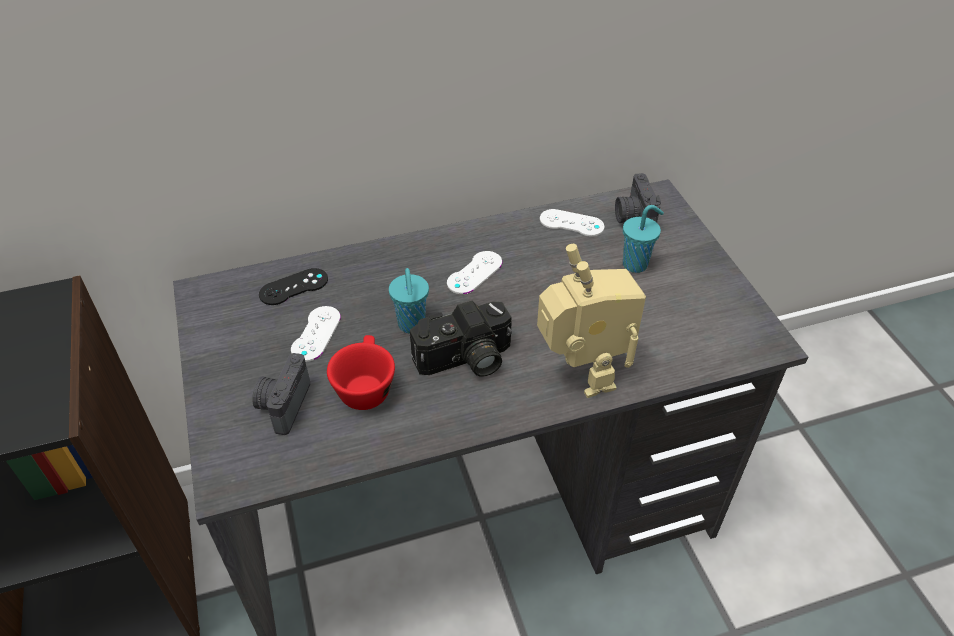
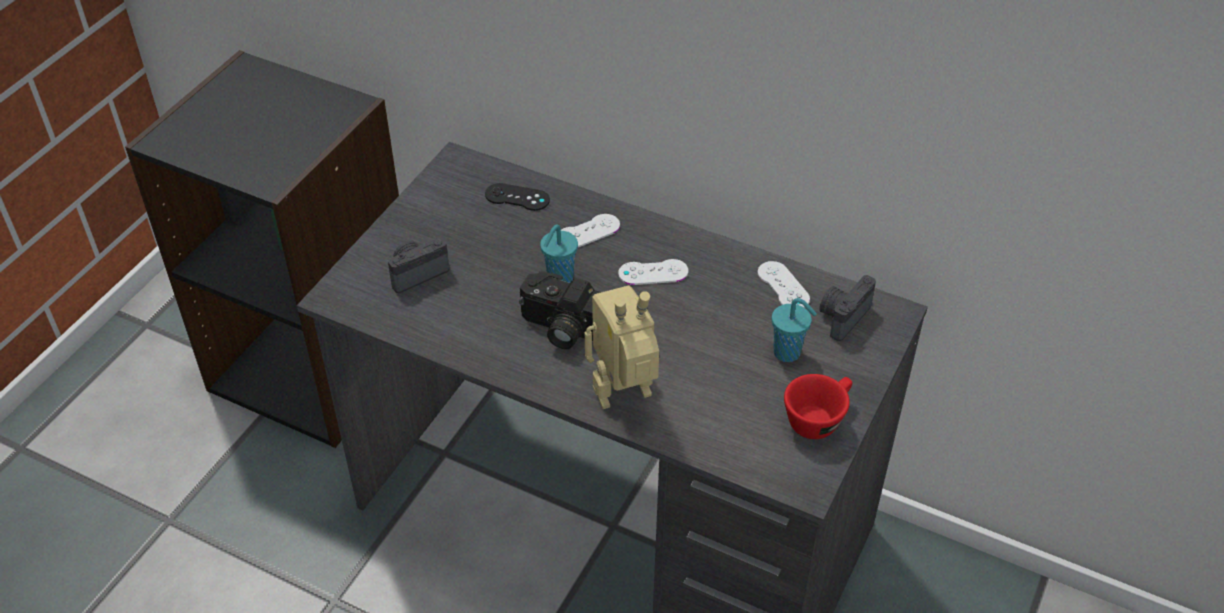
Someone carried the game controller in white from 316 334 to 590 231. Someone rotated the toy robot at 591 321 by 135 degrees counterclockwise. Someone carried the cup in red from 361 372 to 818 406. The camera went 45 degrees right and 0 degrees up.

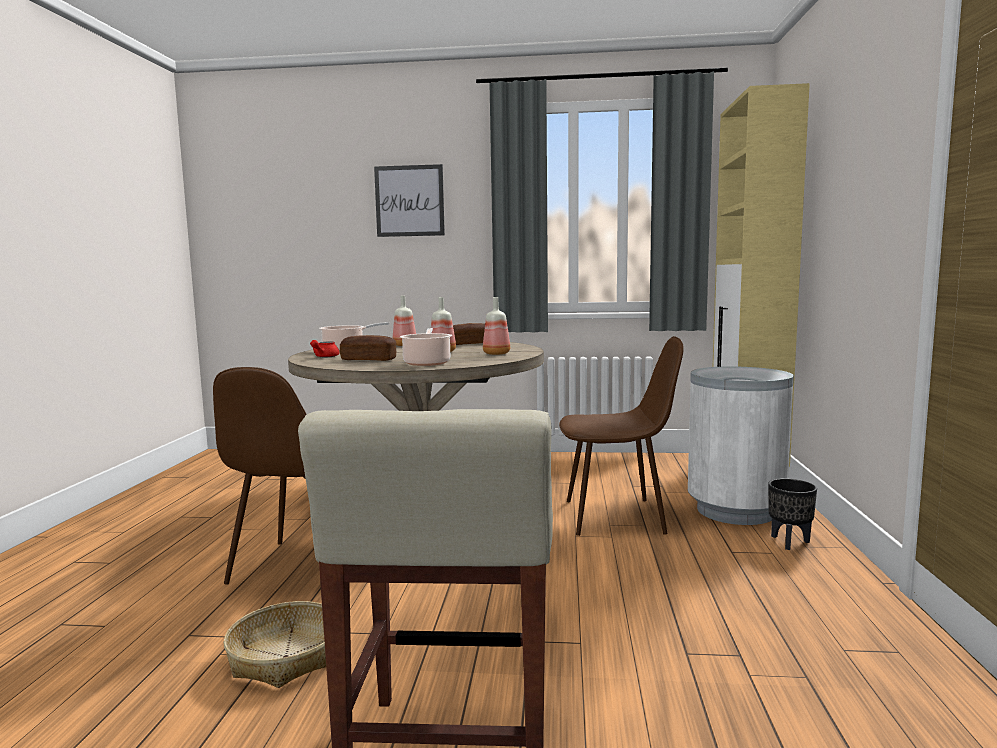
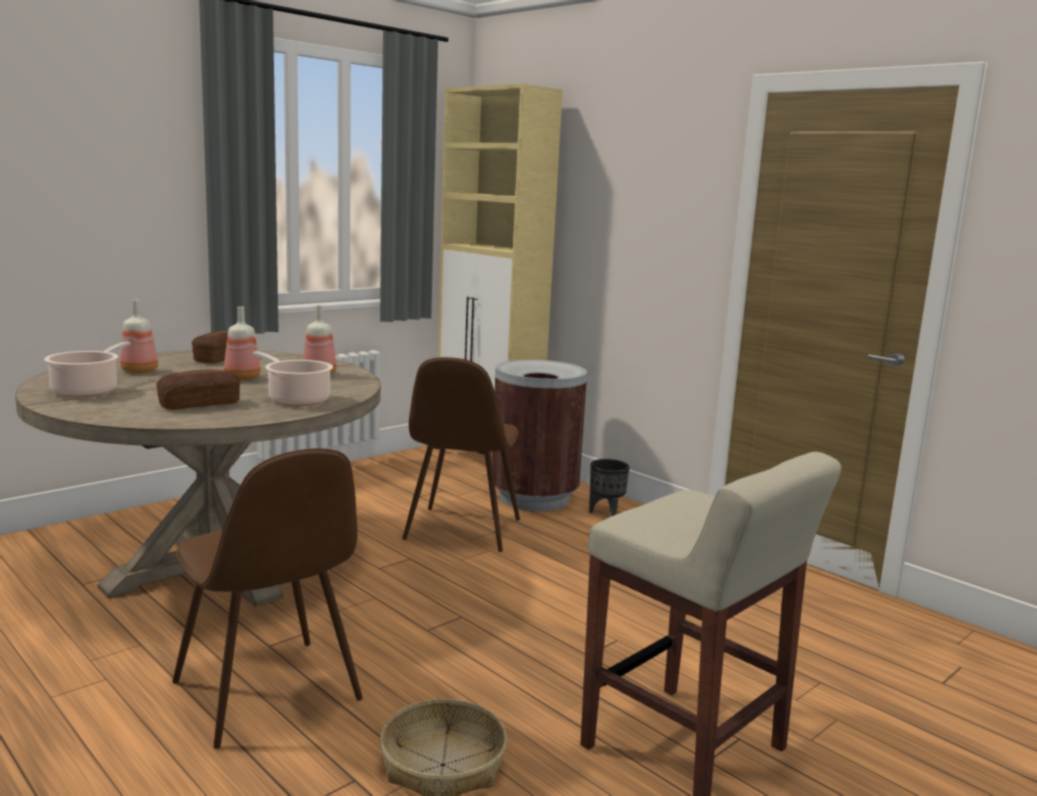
Someone rotated the chair in brown at 621 436 by 150 degrees clockwise. Someone repainted the trash can in white at 741 445, which became the trash can in brown at 539 435. Someone took away the teapot in red at 325 348. Someone took away the picture at 409 200. The camera went 50 degrees left and 5 degrees up.

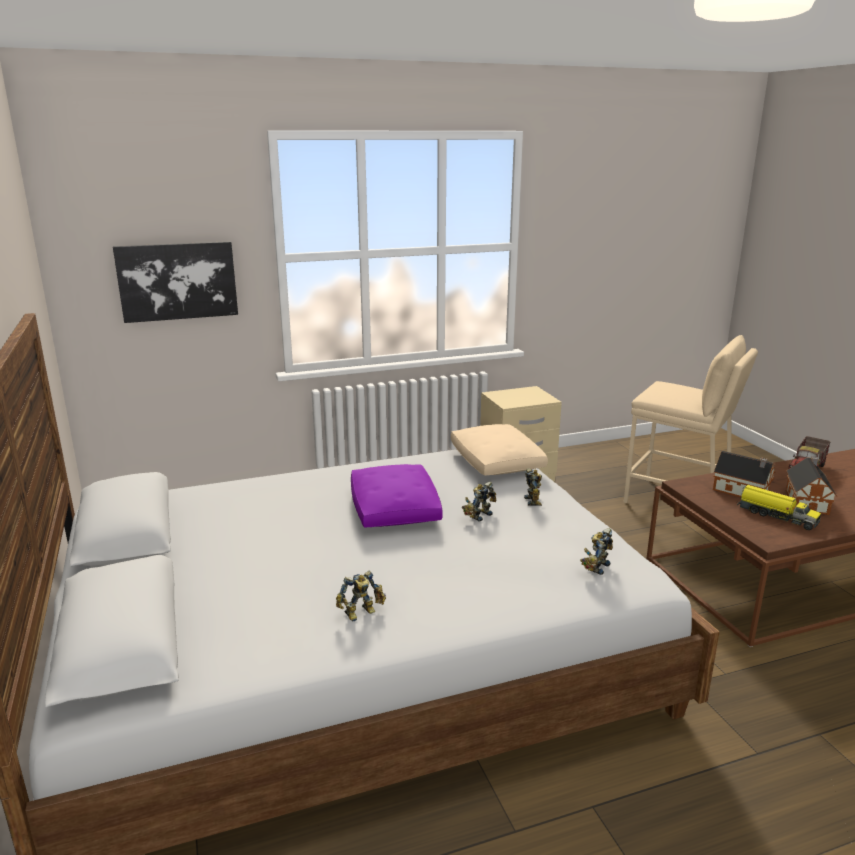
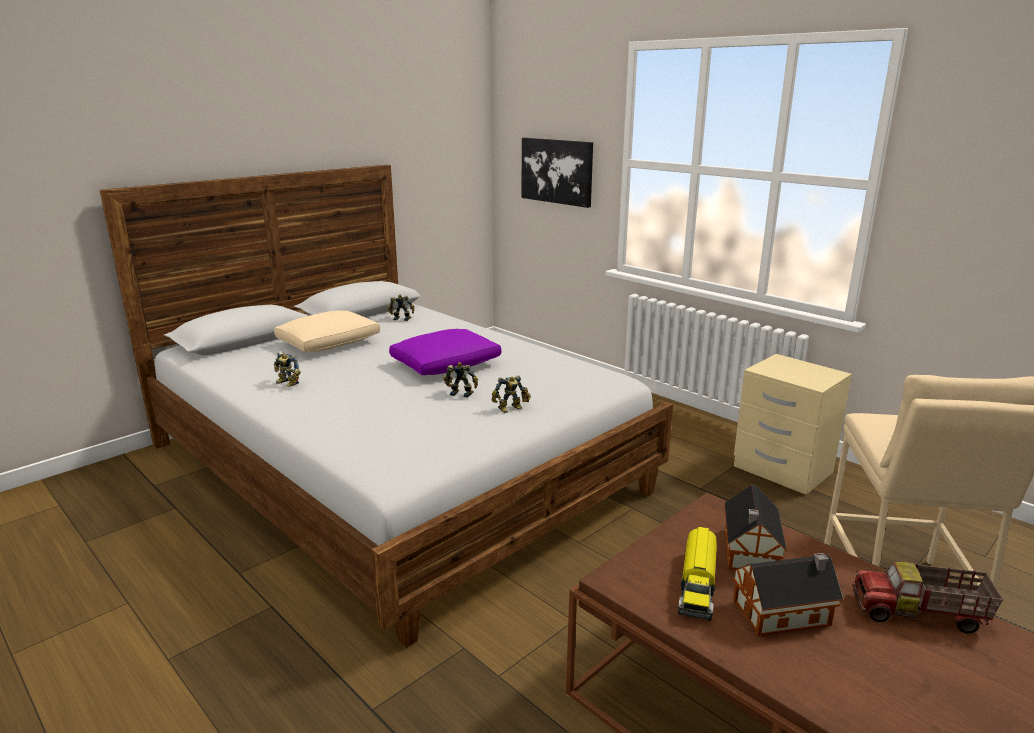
Someone carried the pillow in beige from 499 450 to 327 331. Someone carried the toy robot from 596 551 to 401 307. The camera went 65 degrees right and 0 degrees up.

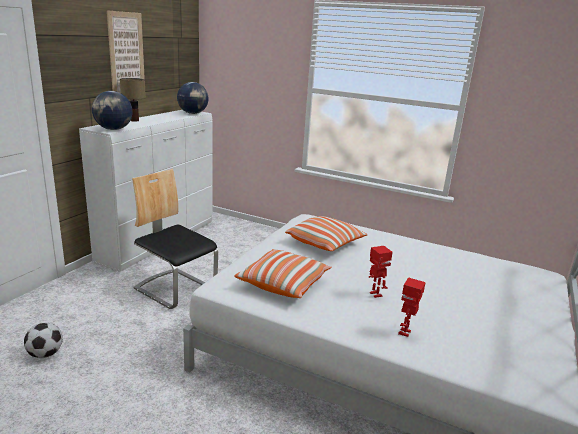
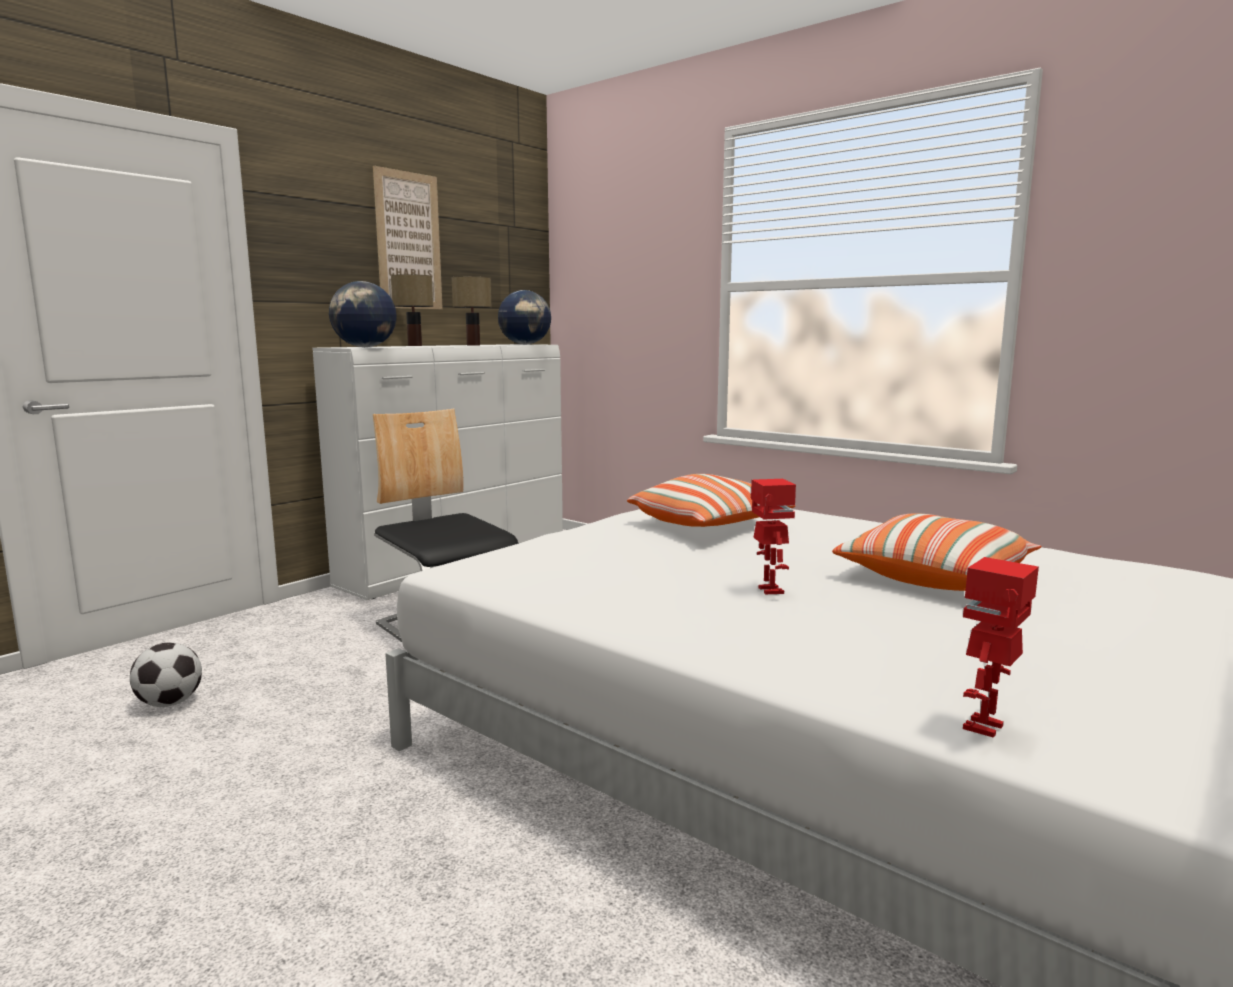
Someone put down the table lamp at 471 311. Someone carried the pillow from 282 273 to 936 552. Someone carried the toy robot from 412 307 to 1001 647. The camera went 15 degrees right and 10 degrees down.

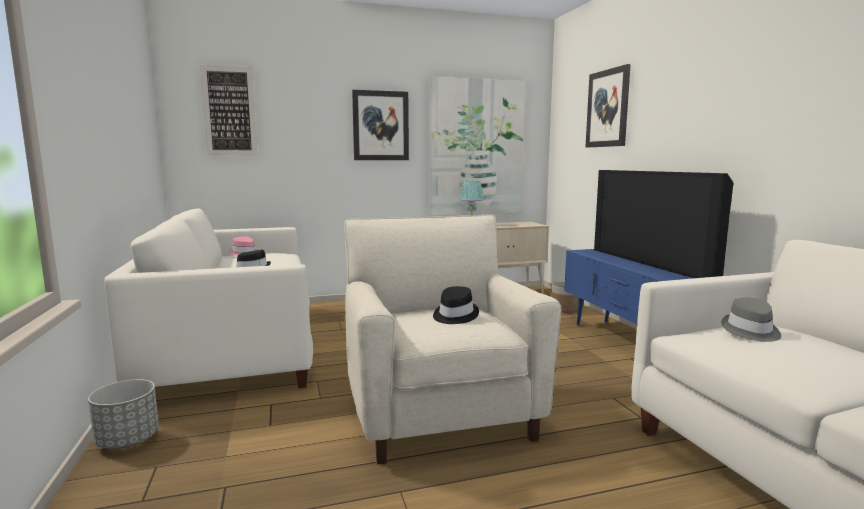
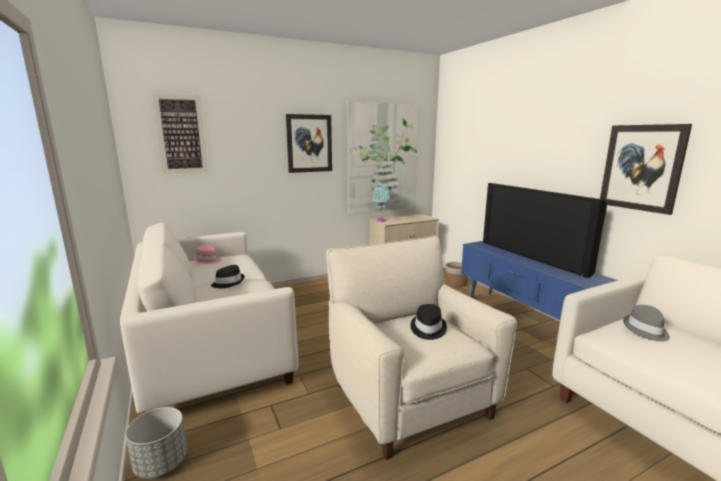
Someone carried the picture from 608 106 to 646 169. The camera went 10 degrees left and 5 degrees up.

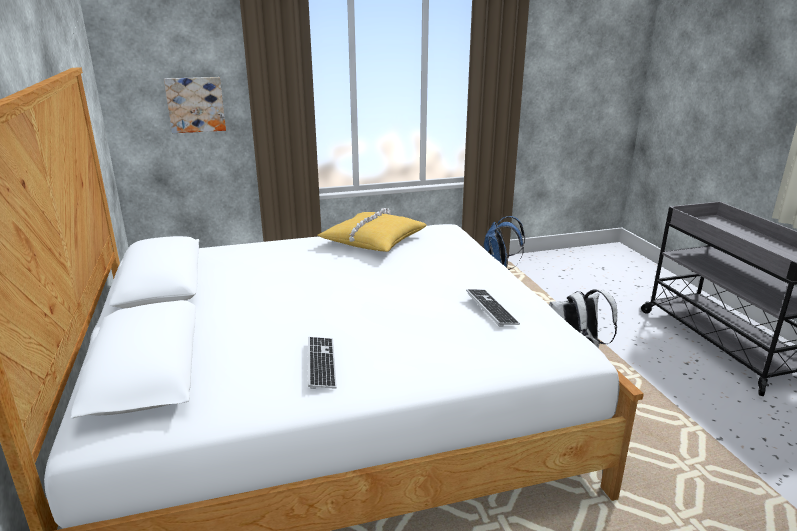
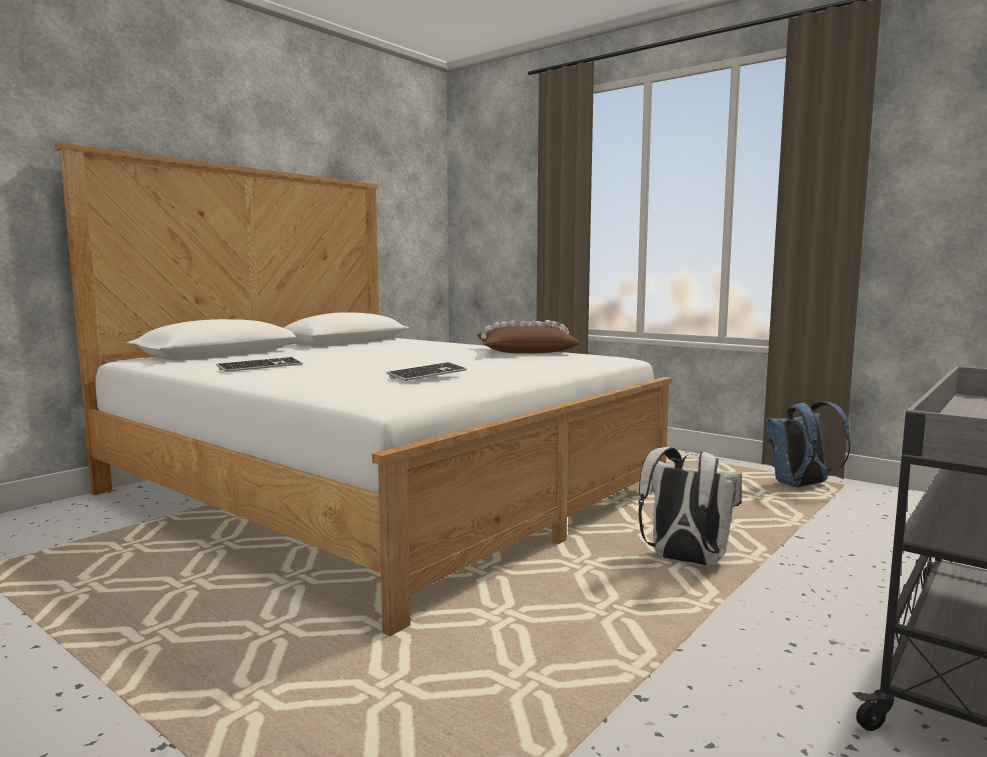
Someone repainted the pillow in yellow at 372 230, which became the pillow in brown at 528 336. Someone took away the picture at 195 105. The camera went 55 degrees right and 15 degrees down.

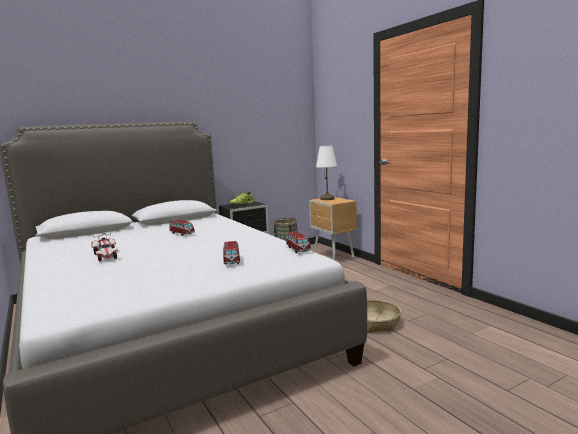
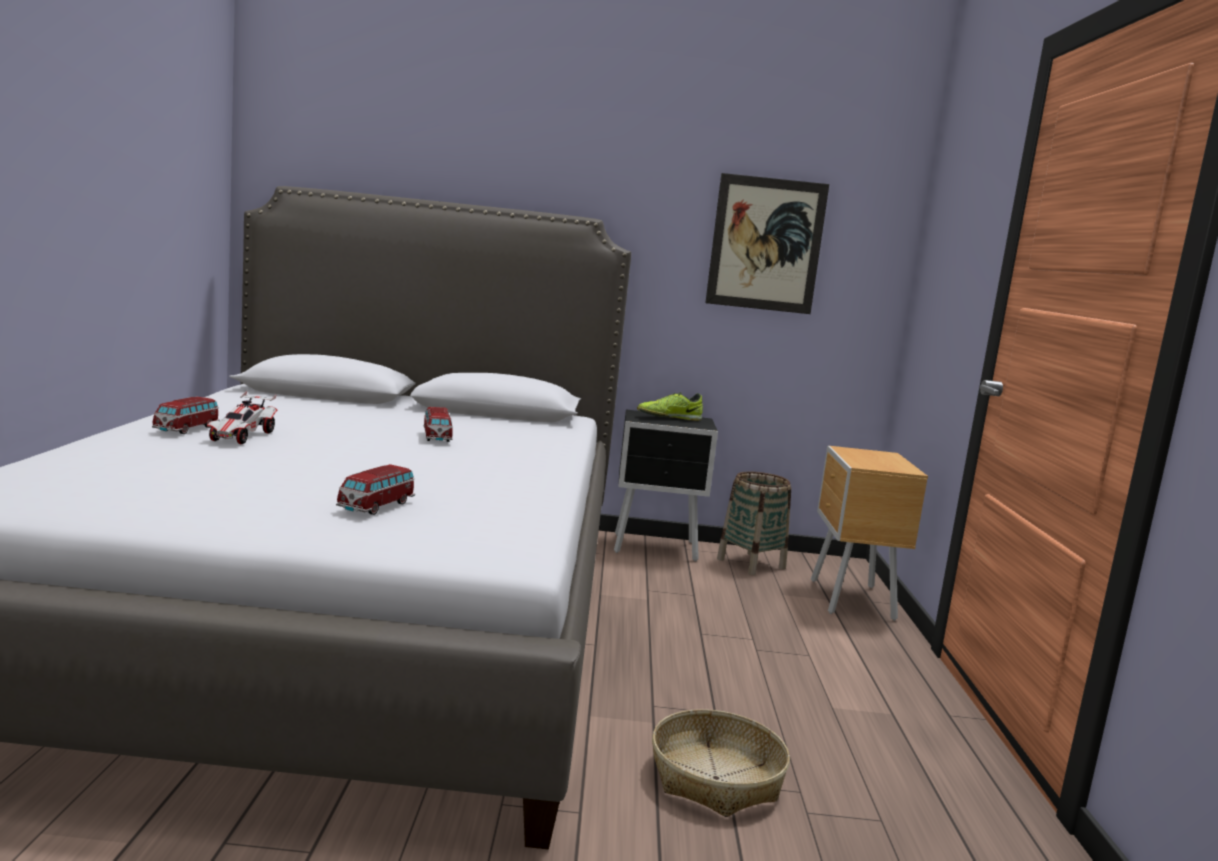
Someone carried the toy car from 298 242 to 186 415. Someone put up the picture at 767 243. Someone took away the table lamp in white at 326 173. The camera went 30 degrees right and 0 degrees up.

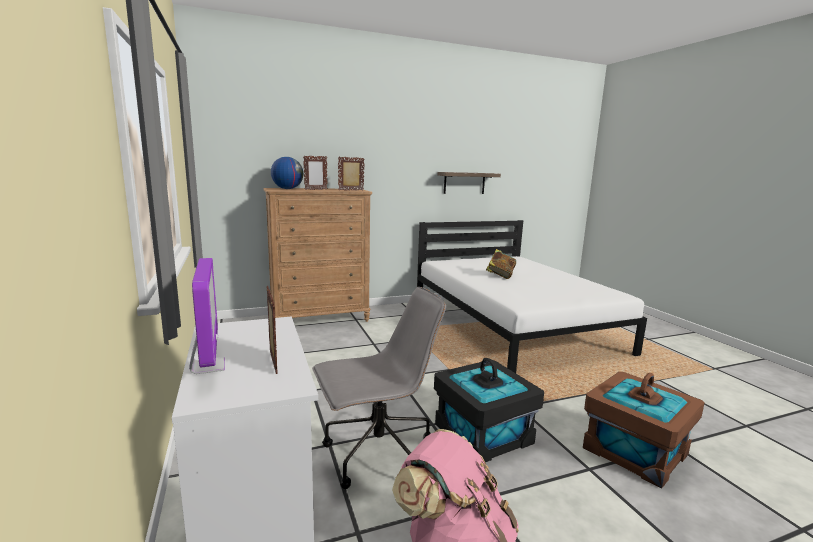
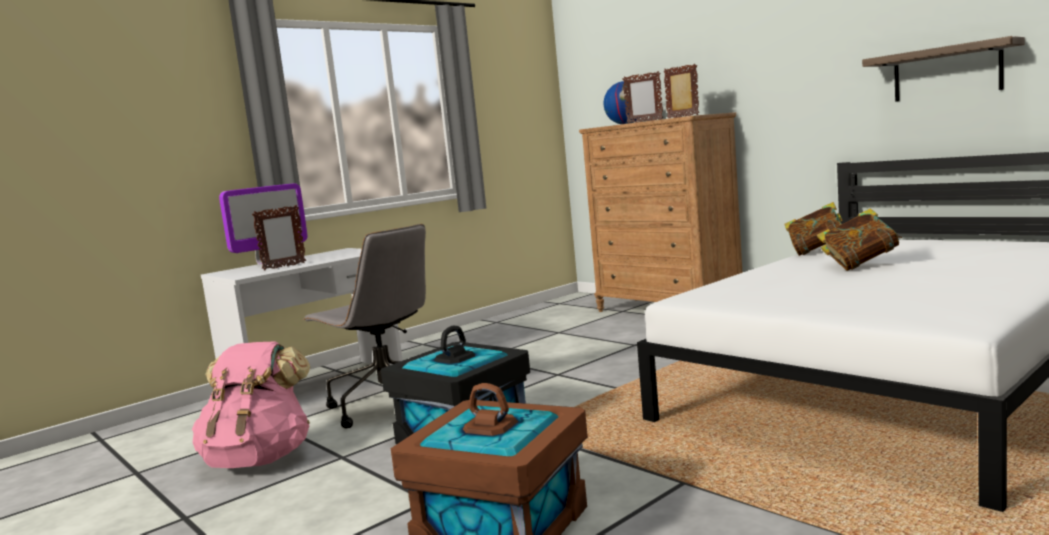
Someone put down the book at 814 229. The camera went 70 degrees right and 5 degrees down.

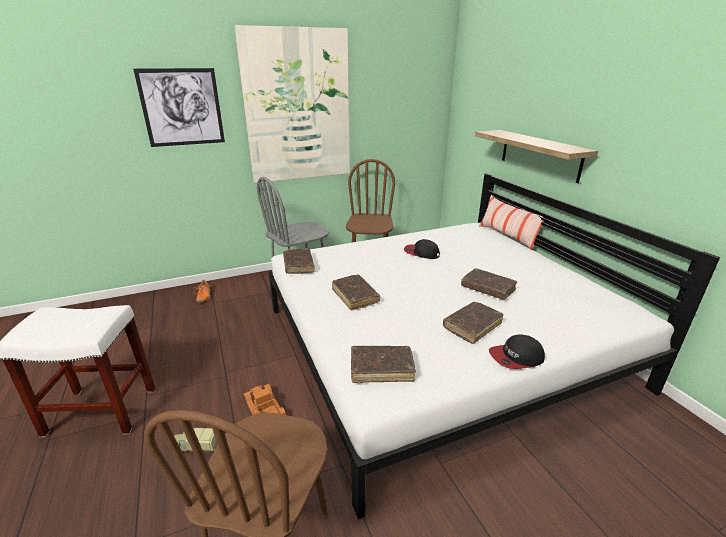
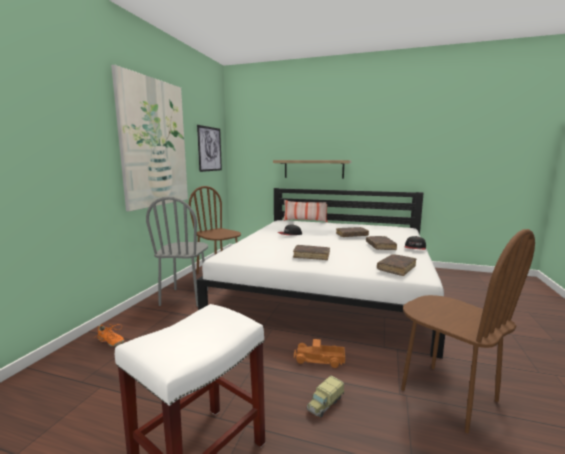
Someone carried the picture from 179 107 to 209 148. Someone took away the book in brown at 299 261. The camera went 50 degrees left and 15 degrees down.

